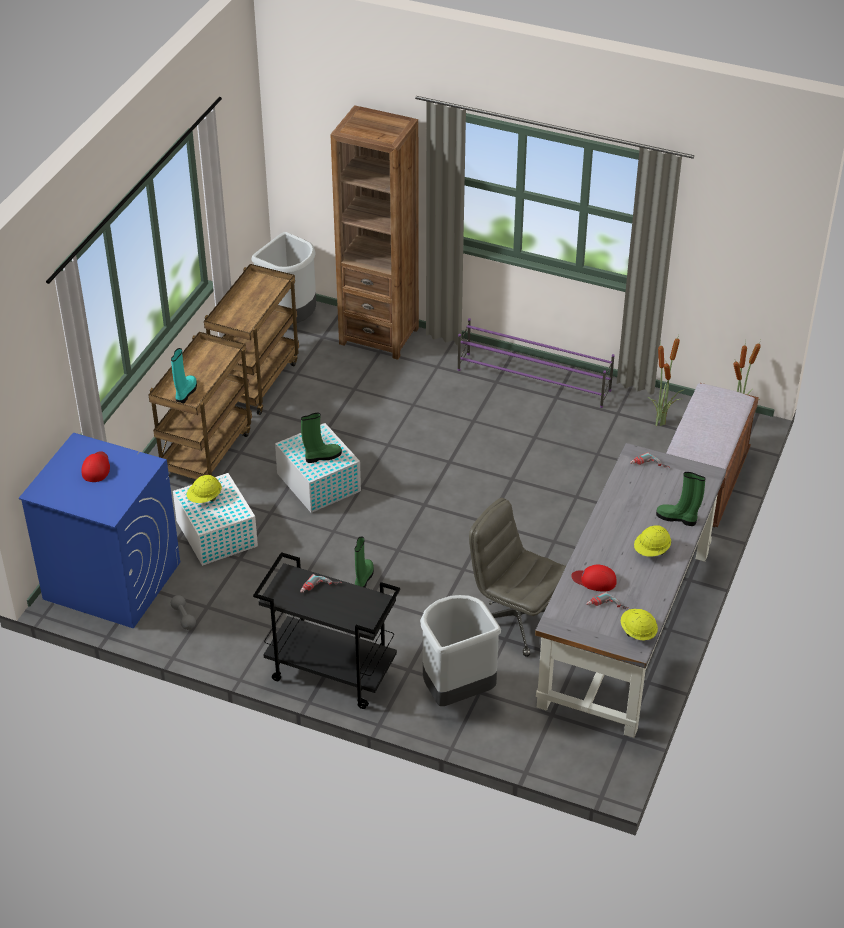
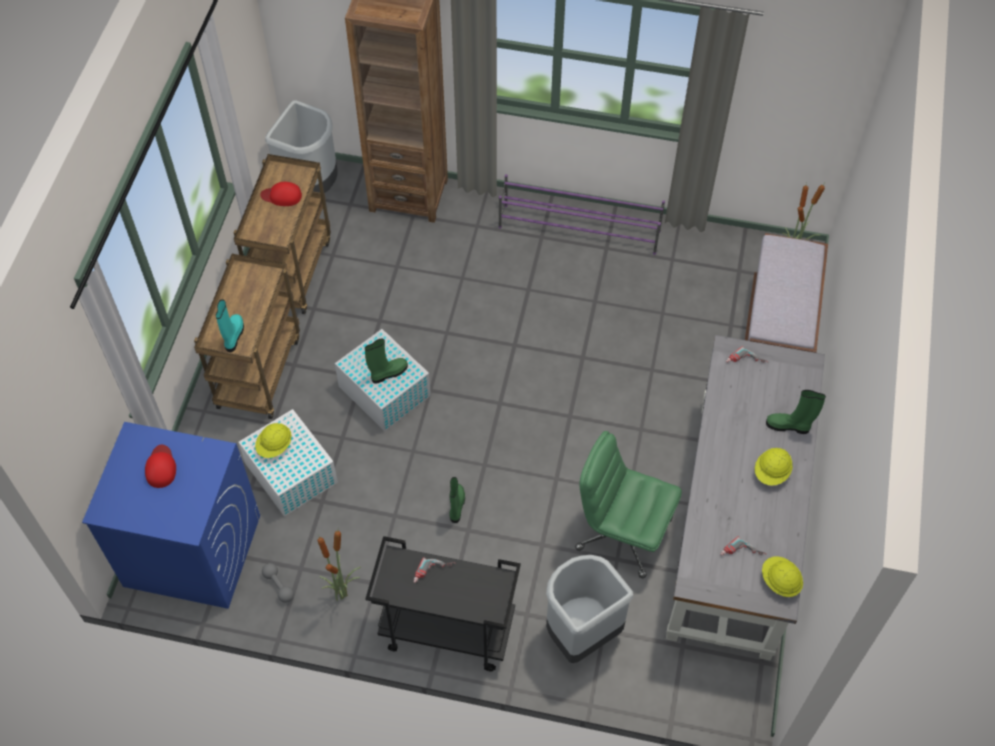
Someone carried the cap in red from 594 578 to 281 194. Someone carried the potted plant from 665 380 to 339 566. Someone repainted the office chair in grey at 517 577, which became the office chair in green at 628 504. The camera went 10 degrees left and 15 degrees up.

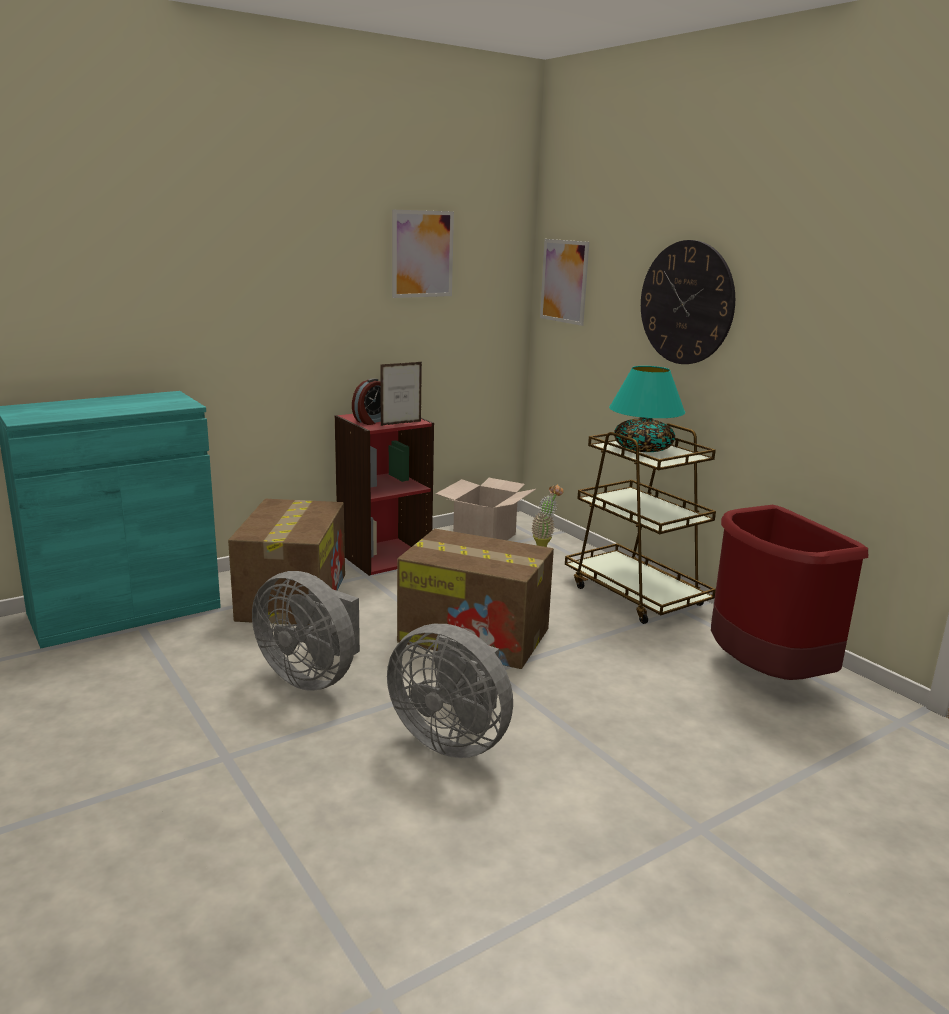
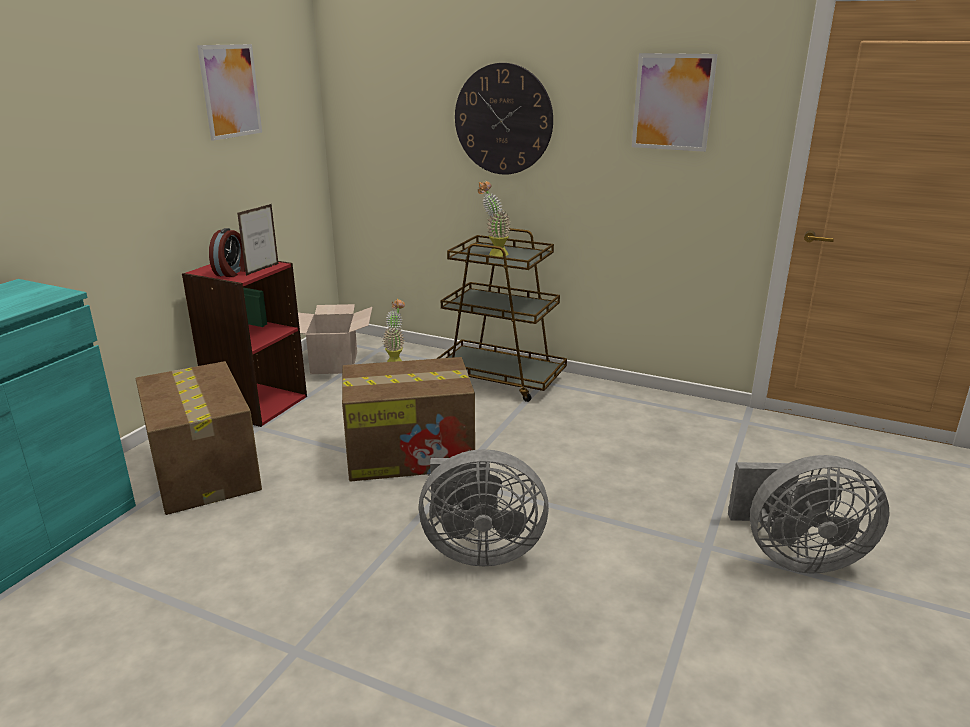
Someone swapped the table lamp in turquoise at 647 409 for the potted plant at 494 219. Someone carried the picture from 564 282 to 675 102. Someone carried the fan in grey from 306 631 to 809 514. Someone took away the trash can in red at 789 592. The camera went 30 degrees left and 5 degrees up.

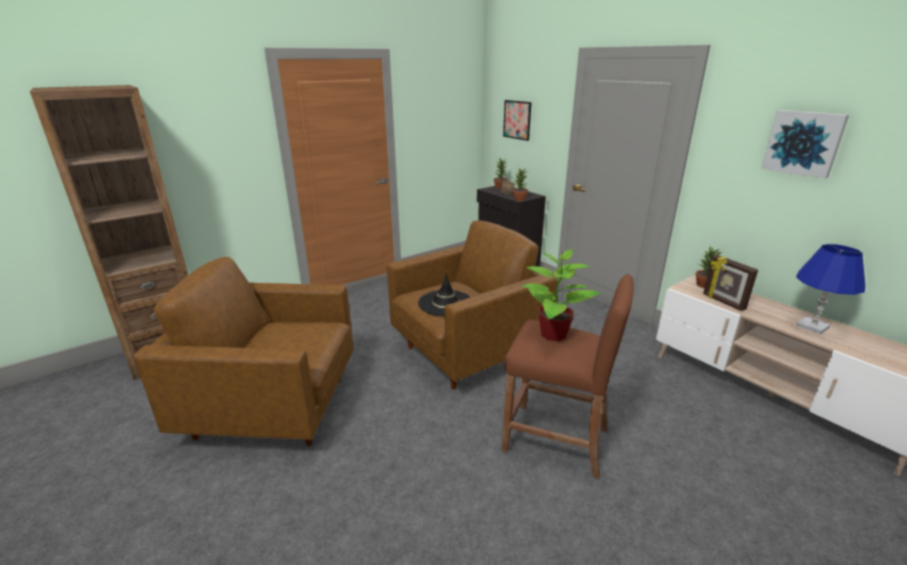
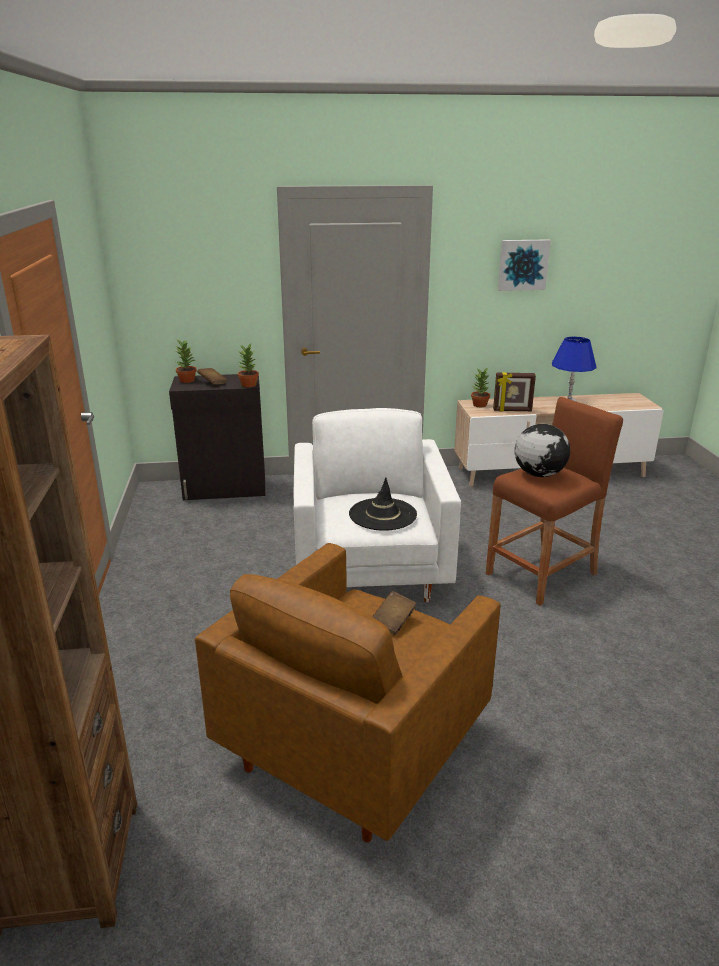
Someone repainted the armchair in brown at 472 304, which became the armchair in white at 377 505. Someone put down the book in brown at 394 613. Someone swapped the potted plant at 561 295 for the globe at 542 450. Someone took away the picture at 517 120. The camera went 60 degrees left and 0 degrees up.

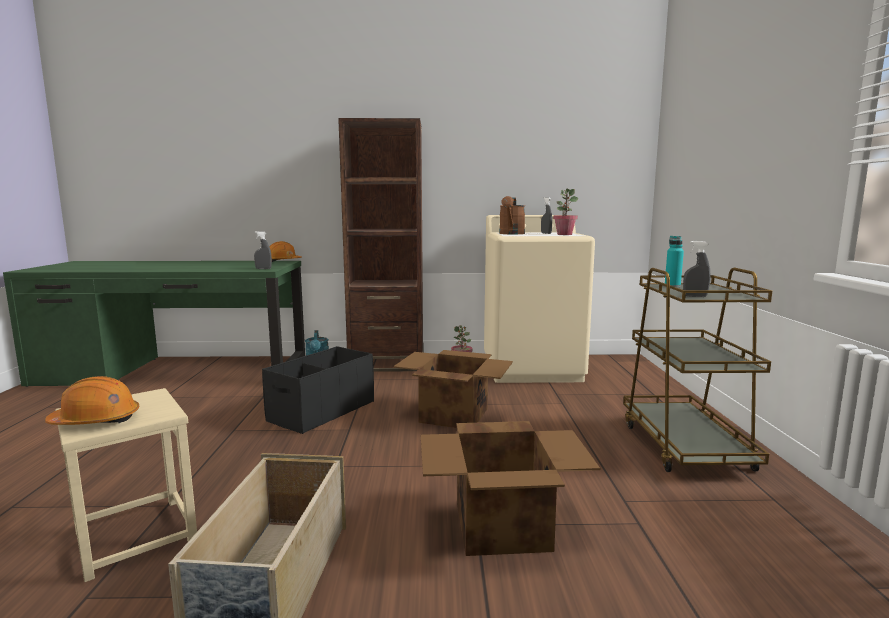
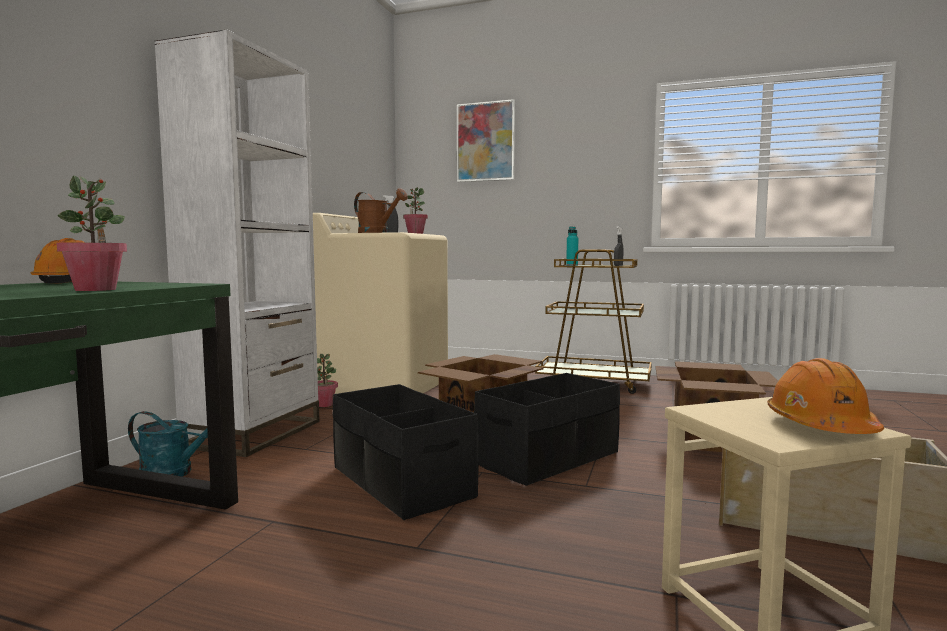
Someone put down the potted plant at 91 233. Someone repainted the bookcase in brown at 381 245, which became the bookcase in white at 237 243. Someone put up the picture at 486 140. Someone put down the storage box in black at 547 429. Someone took away the spray bottle in grey at 263 250. The camera went 70 degrees left and 5 degrees down.

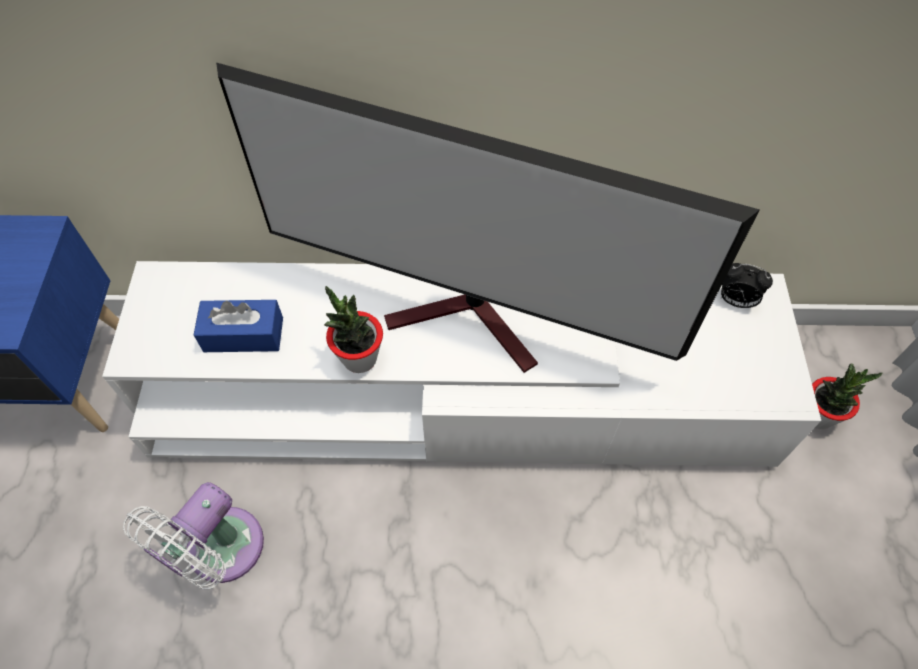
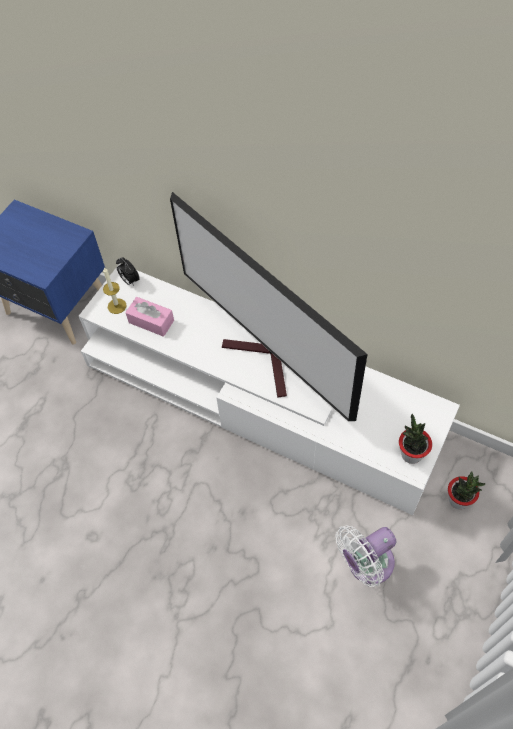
Someone put down the candle at 115 291. Someone carried the alarm clock from 747 285 to 128 271. Someone repainted the tissue box in blue at 238 326, which became the tissue box in pink at 149 317. Someone carried the fan in white from 193 535 to 366 556. Someone carried the potted plant from 353 329 to 415 439. The camera went 30 degrees right and 0 degrees up.

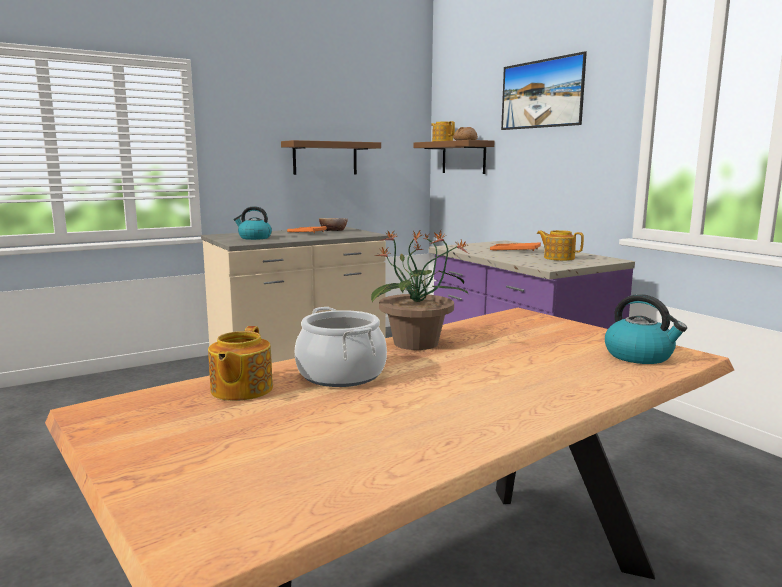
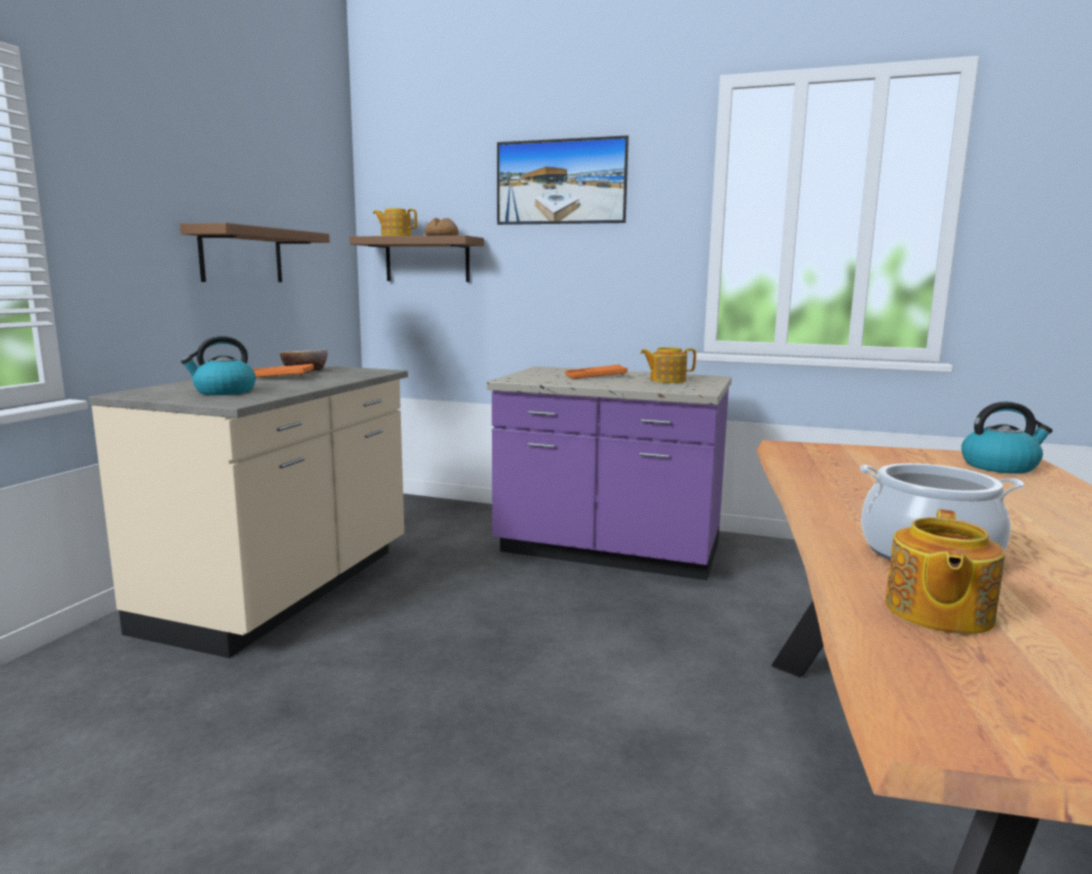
Someone rotated the teapot at 240 363 by 60 degrees clockwise. Someone took away the potted plant at 420 290. The camera went 40 degrees left and 0 degrees up.

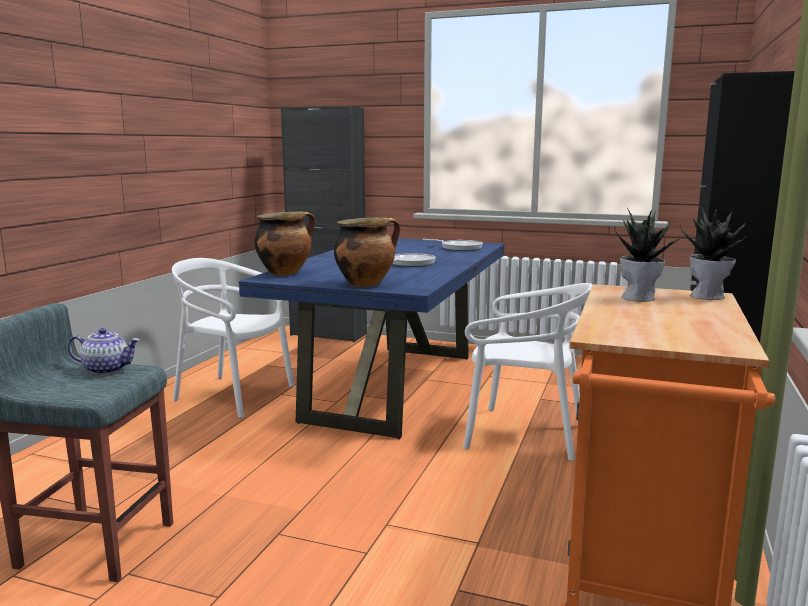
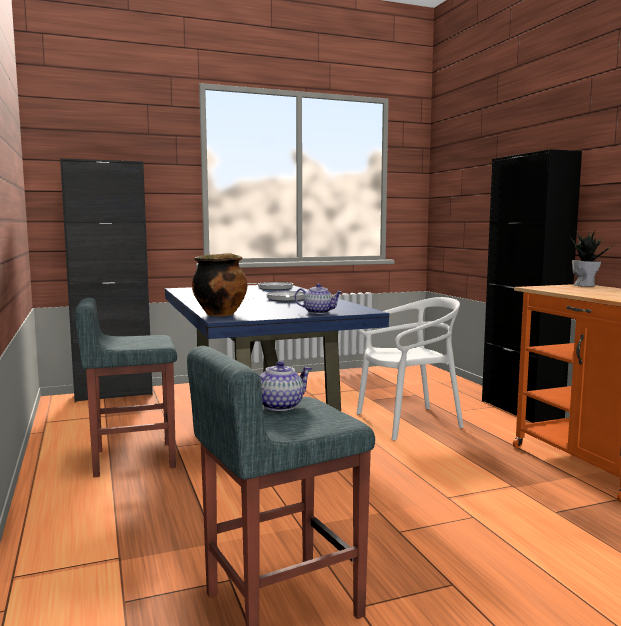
Someone swapped the chair in white at 233 338 for the stool in grey at 126 387. Someone swapped the cooking pot at 367 252 for the teapot at 318 298. Someone took away the potted plant at 648 255. The camera went 40 degrees left and 5 degrees down.

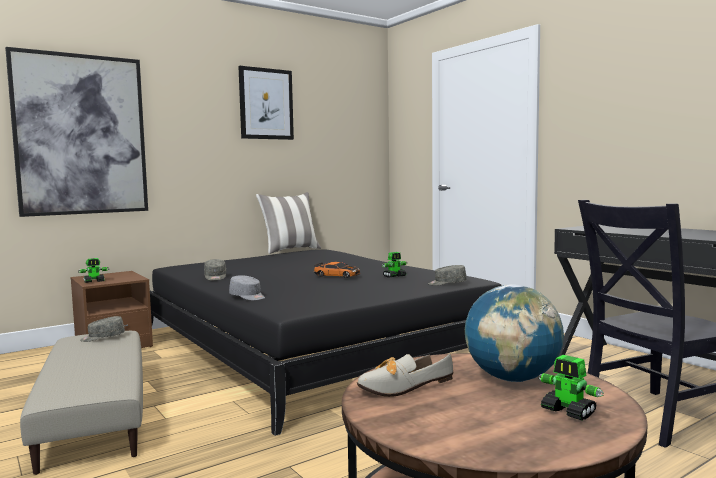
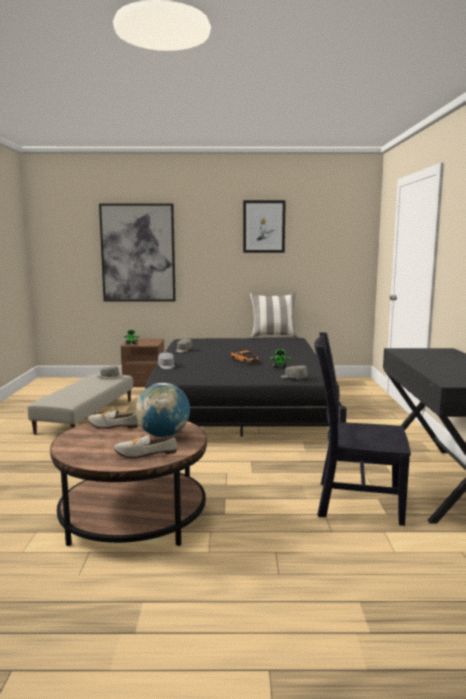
Someone swapped the toy robot at 571 388 for the shoe at 145 446. The camera went 35 degrees right and 5 degrees up.

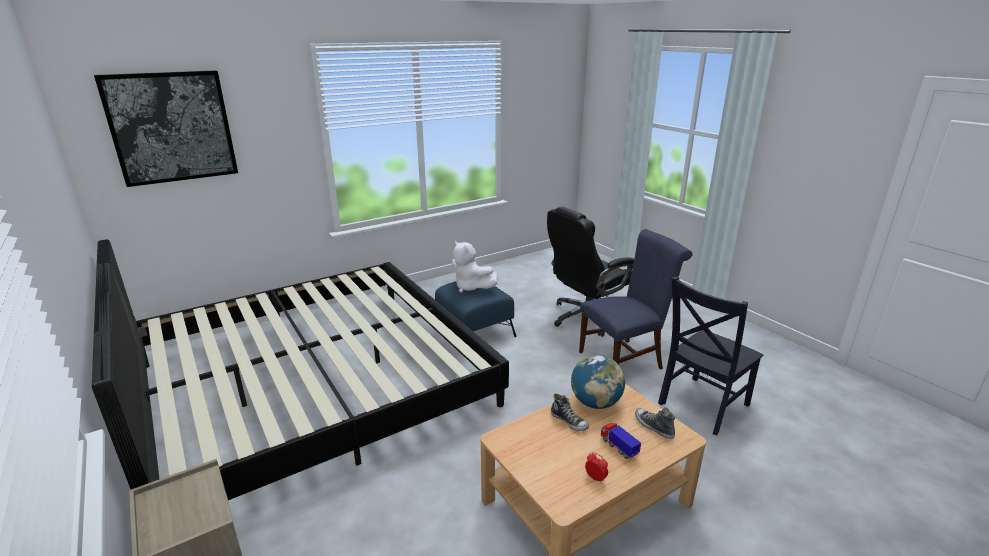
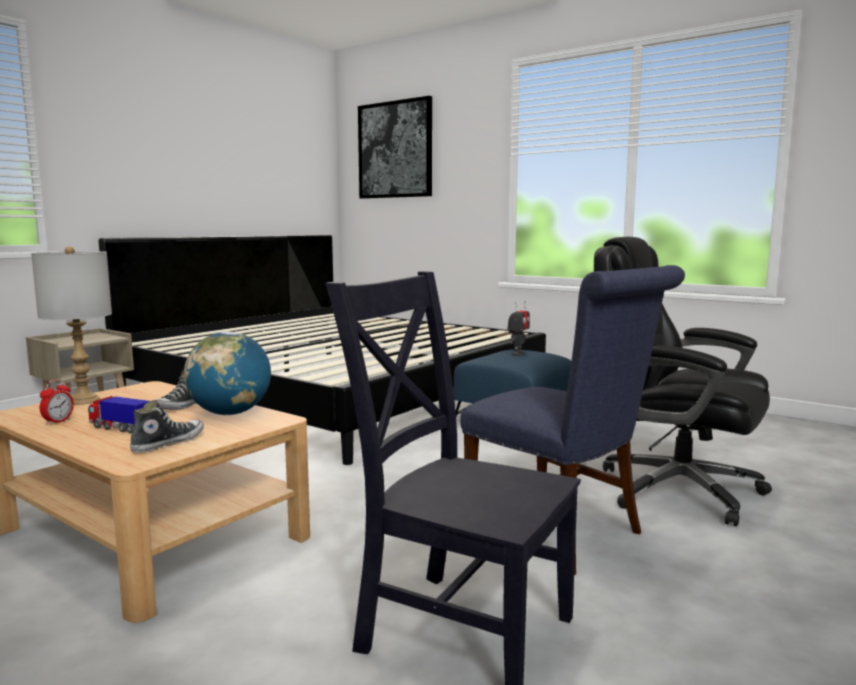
Someone put down the table lamp in grey at 71 325. Someone rotated the toy truck at 621 441 by 105 degrees counterclockwise. Someone swapped the plush toy in white at 474 267 for the toy robot at 519 328. The camera went 70 degrees right and 15 degrees down.

